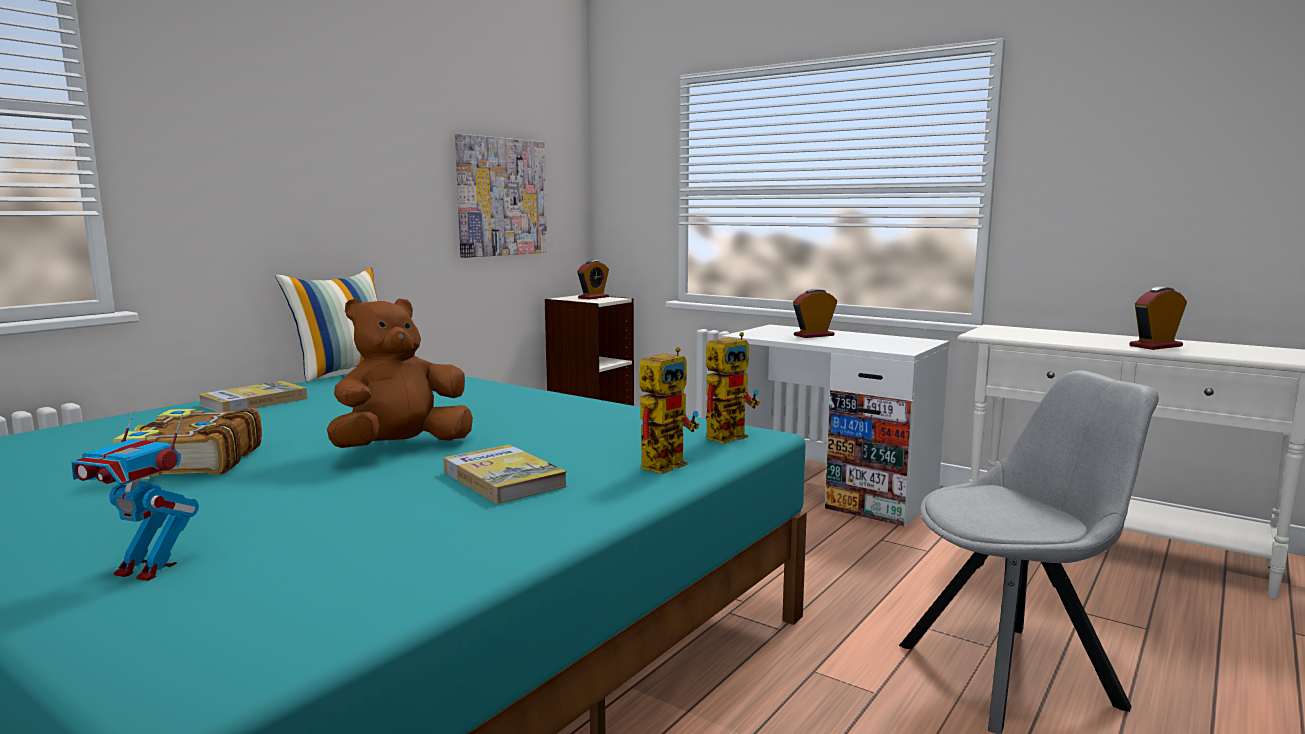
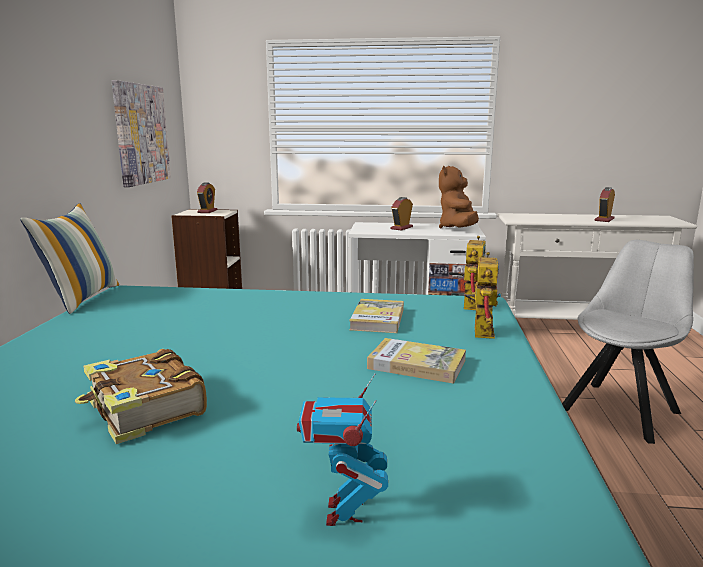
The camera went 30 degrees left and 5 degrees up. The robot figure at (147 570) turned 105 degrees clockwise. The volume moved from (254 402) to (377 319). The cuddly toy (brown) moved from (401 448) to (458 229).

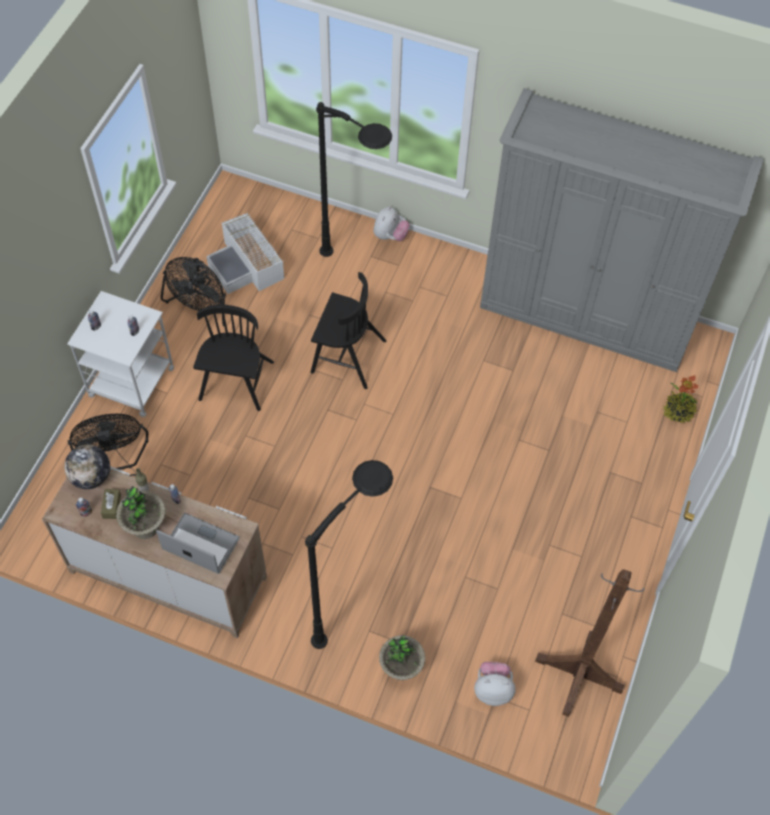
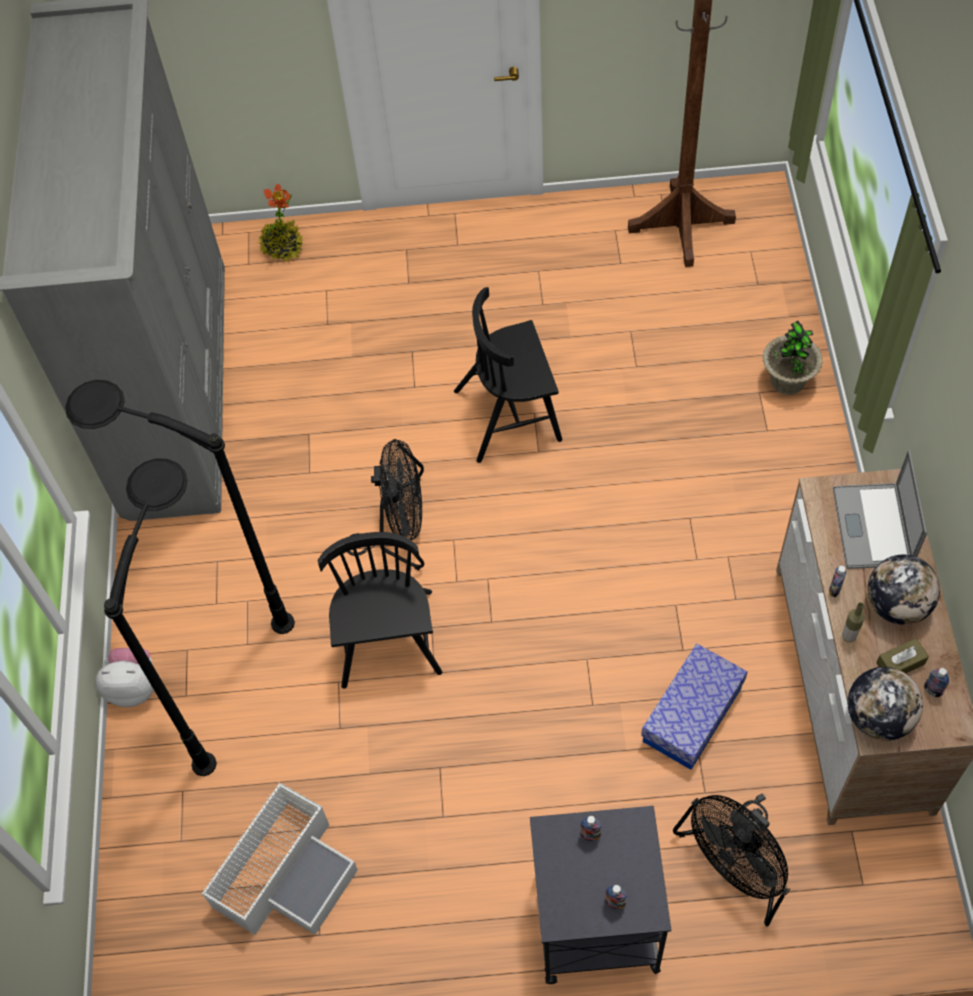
The camera went 110 degrees left and 0 degrees up. The trolley (whitish) at (132 381) became the trolley (blackish) at (594 922). The potted plant at (145 526) was replaced by the desk globe at (897 605). The cooling fan (blackish) moved from (199 303) to (396 527). The plain chair (blackish) moved from (235 384) to (514 413). The floor lamp (blackish) moved from (356 605) to (215 605). The cuddly toy at (493 689) disappeared. The storage box at (692 715) appeared.

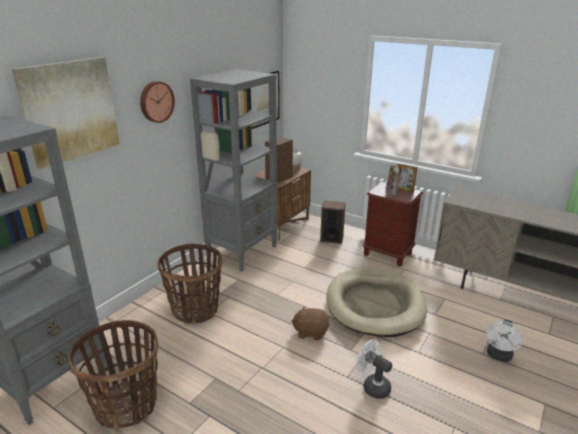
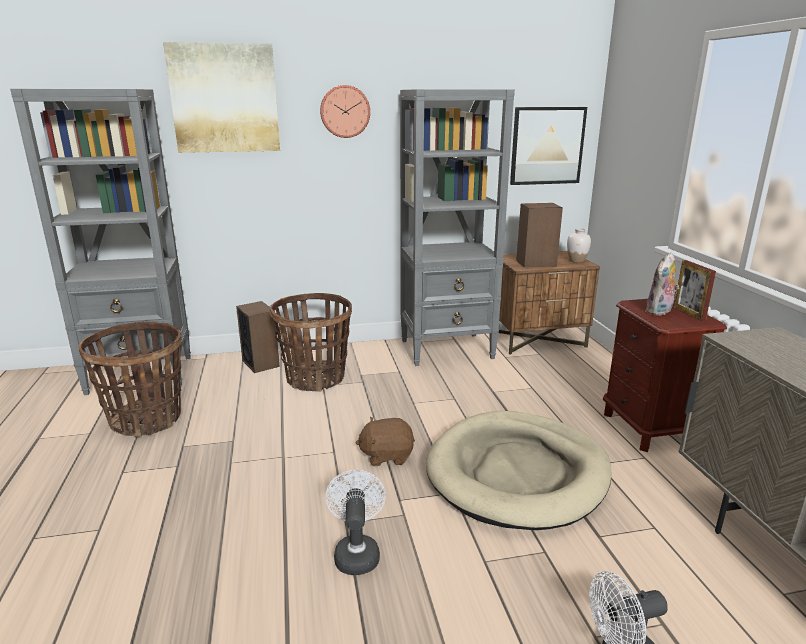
The camera went 45 degrees right and 5 degrees down. The cuddly toy (brown) at (310 332) turned 60 degrees counterclockwise. The loudspeaker moved from (331 238) to (261 363).

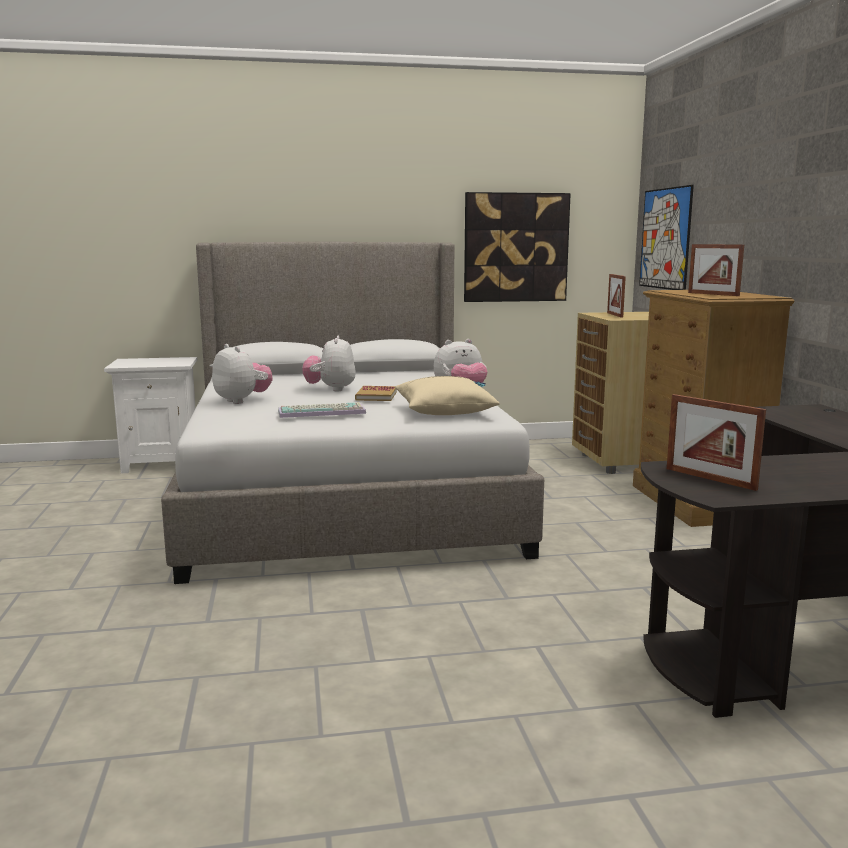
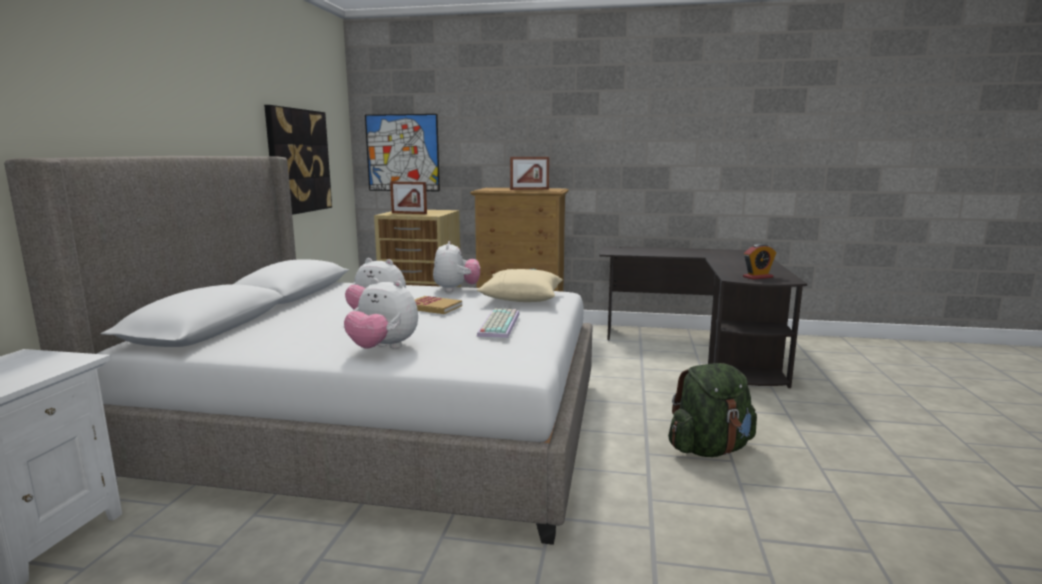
The camera went 70 degrees left and 0 degrees up. The cuddly toy at (242 401) turned 135 degrees counterclockwise. The photo frame at (710 479) was replaced by the bedside clock at (757 277). The backpack (green-coloured) at (710 449) appeared.

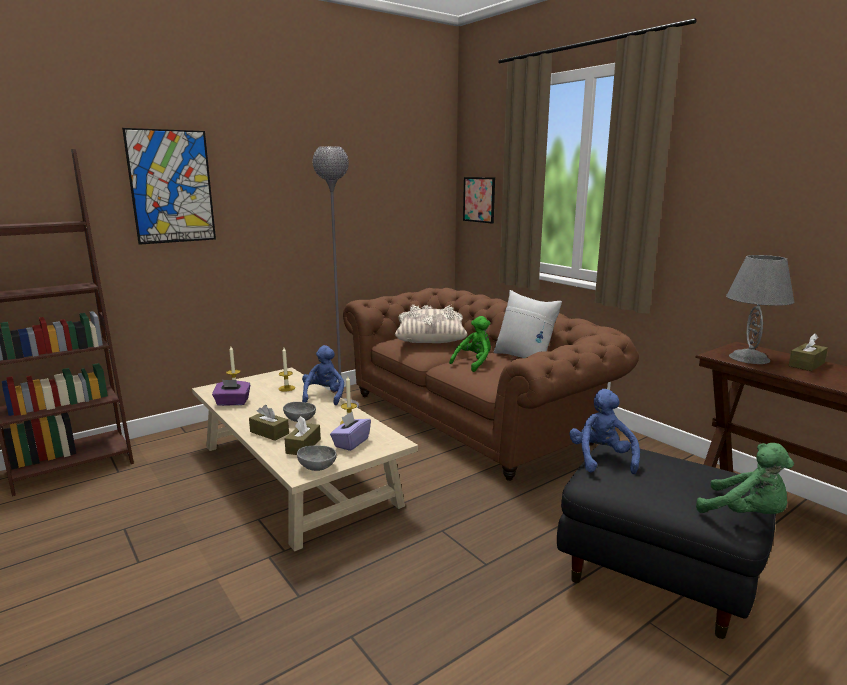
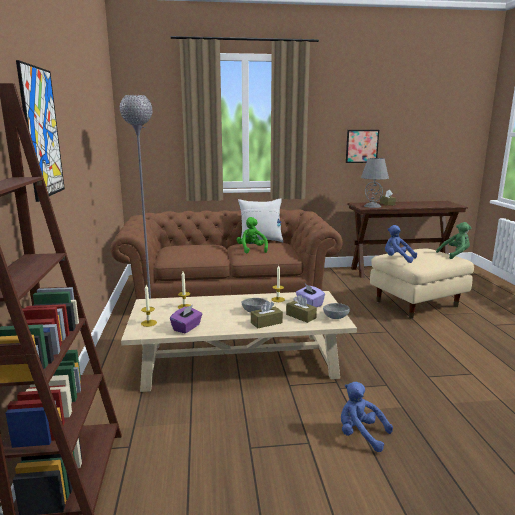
The camera went 60 degrees left and 0 degrees up. The cuddly toy (blue-coloured) moved from (324 396) to (360 434). The cushion (beige-coloured) at (430 340) disappeared. The picture moved from (479 199) to (362 146). The ottoman (blackish) at (658 578) became the ottoman (beige-coloured) at (417 304).

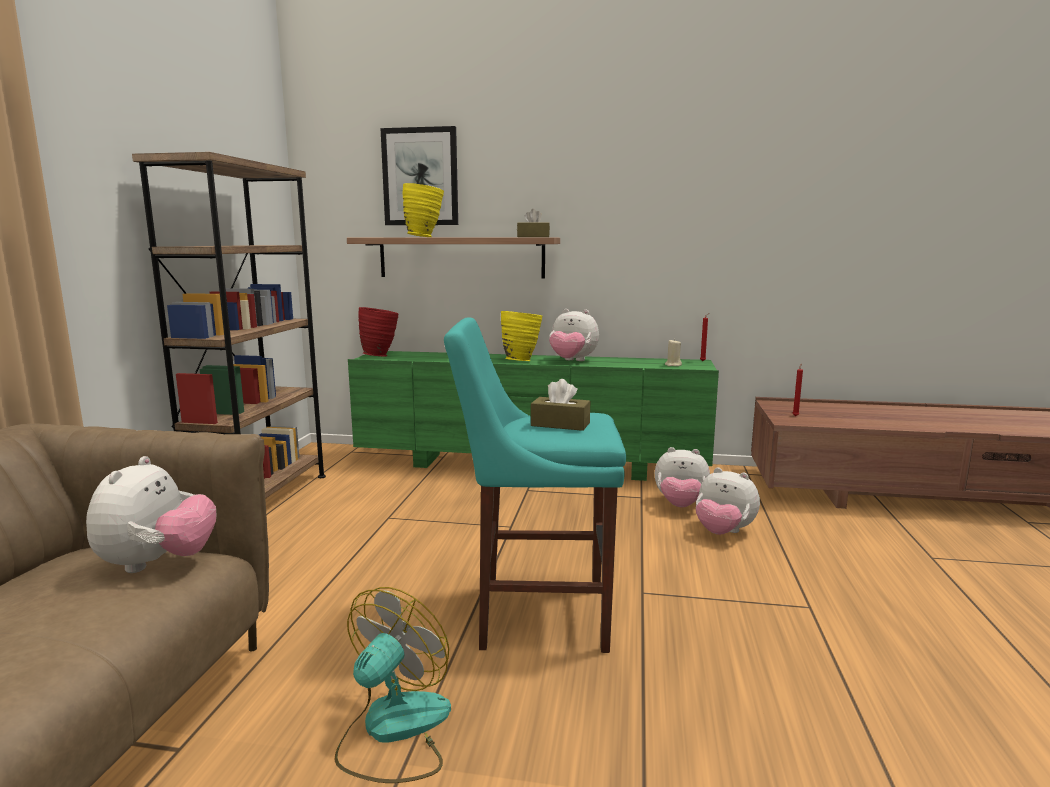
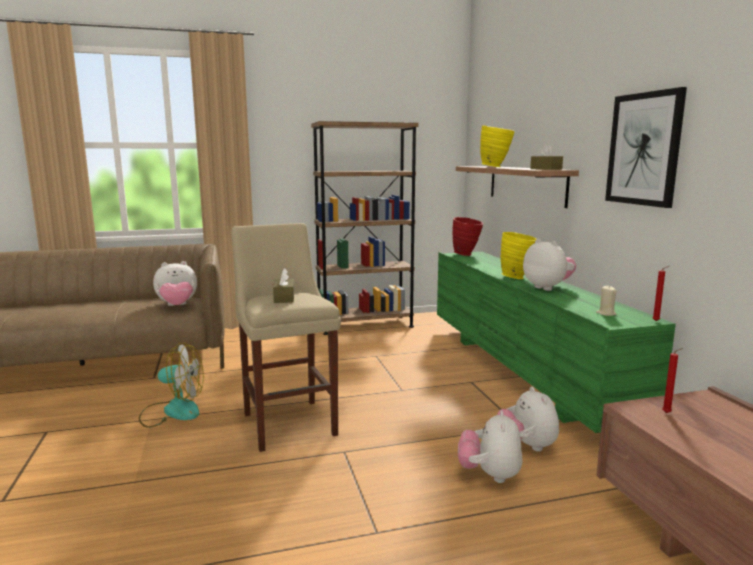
The camera went 65 degrees right and 0 degrees up. The picture moved from (420 177) to (644 149). The stool seat (blue-green) at (535 616) became the stool seat (beige-coloured) at (288 421). The cuddly toy at (572 361) turned 150 degrees clockwise.

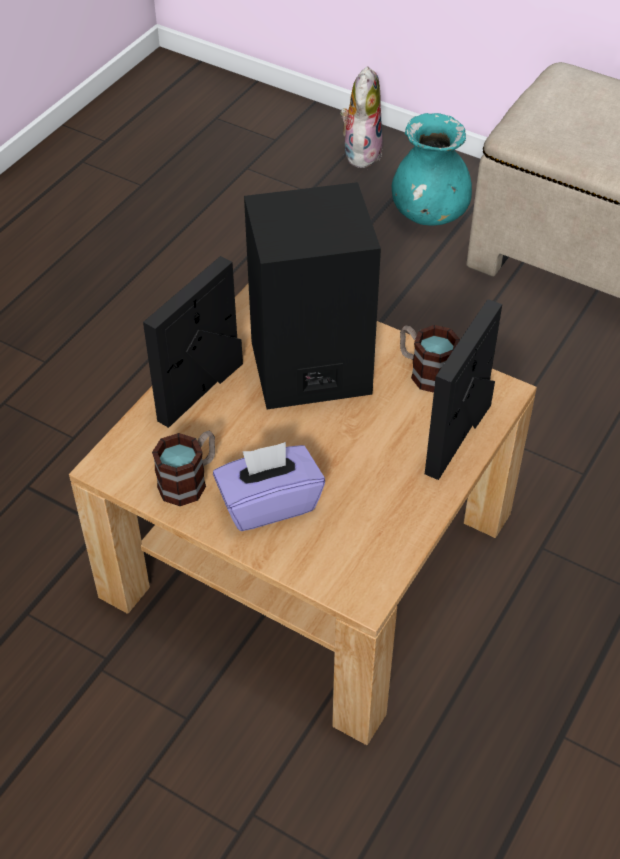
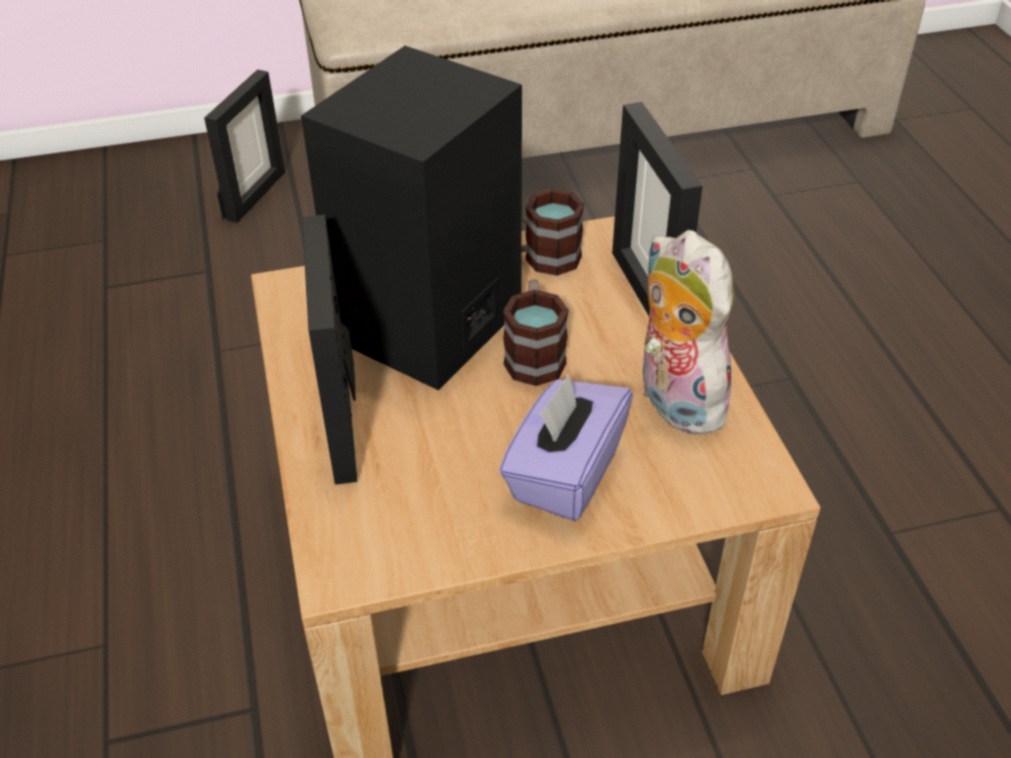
The camera went 45 degrees left and 5 degrees down. The tea mug moved from (189 480) to (534 354). The cuddly toy moved from (360 152) to (673 401). The flower vase (blue-green) at (429 214) was replaced by the photo frame at (254 195).

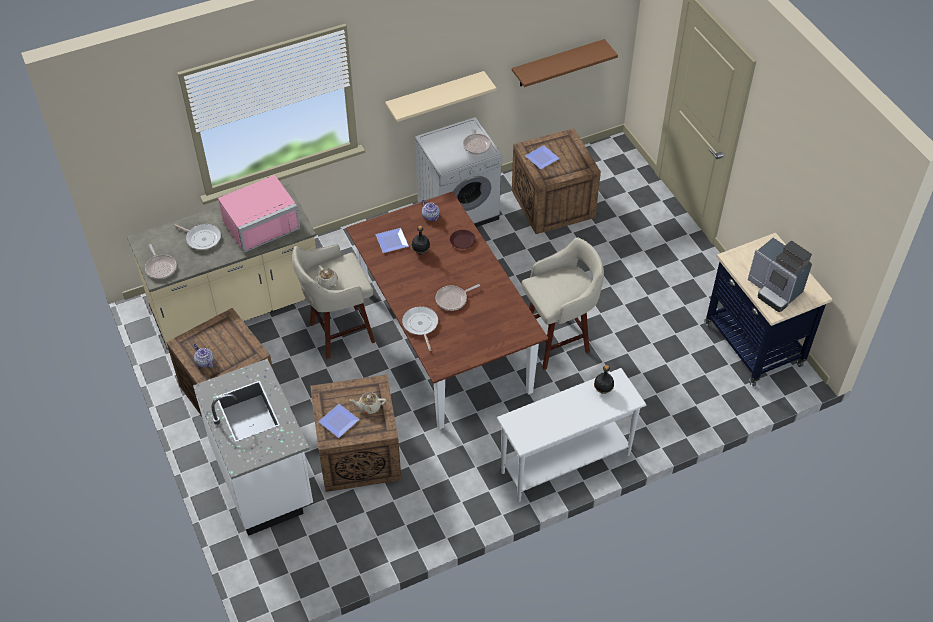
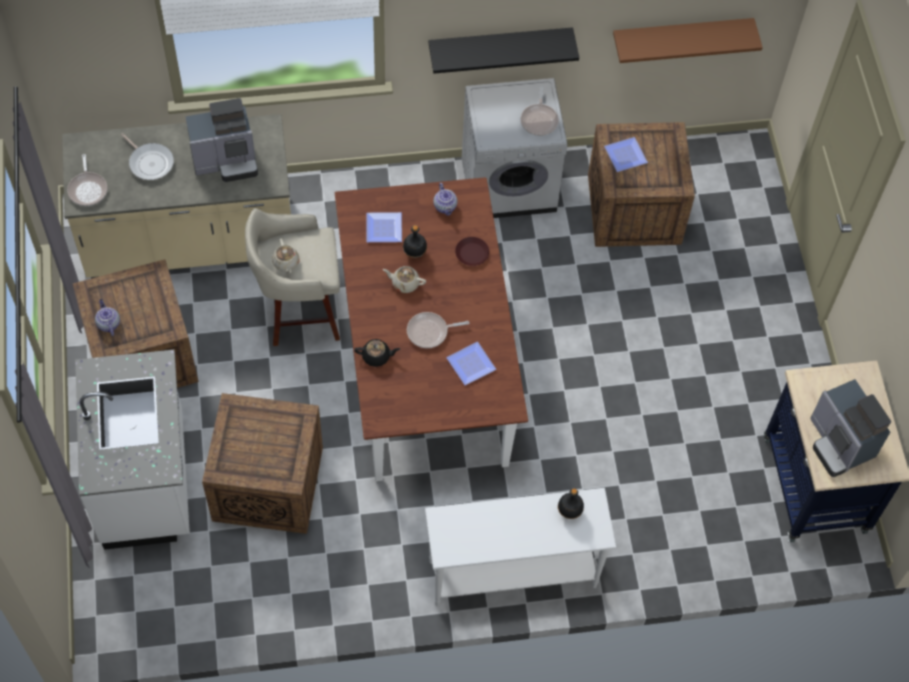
The camera went 15 degrees right and 10 degrees up. The kitchen microwave (pink-coloured) at (260 223) was replaced by the coffee maker at (226 160). The plate moved from (339 423) to (470 366). The pot for tea (beige-coloured) moved from (369 407) to (405 283). The wall shelf (beige-coloured) at (435 96) became the wall shelf (blackish) at (500 45). The skillet at (420 325) was replaced by the pot for tea (blackish) at (377 356). The stool seat (beige-coloured) at (558 342) disappeared.

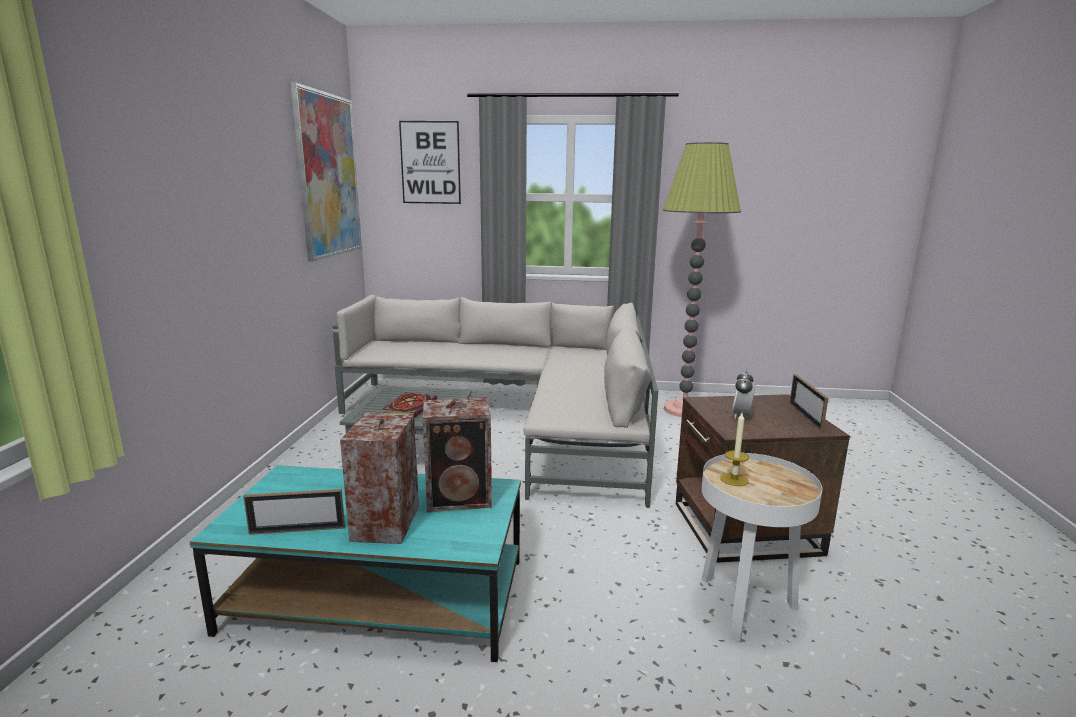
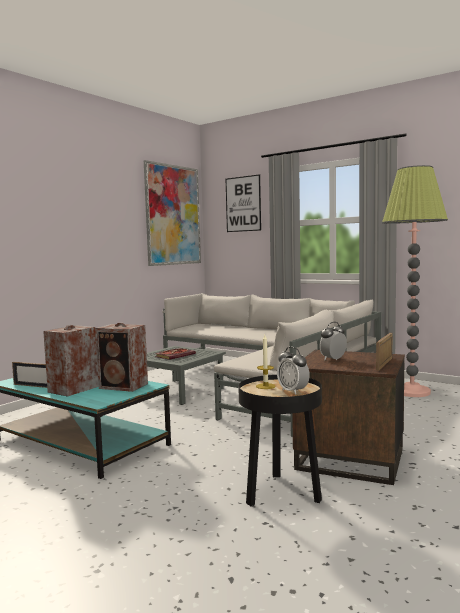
The camera went 30 degrees right and 10 degrees down. The side table (whitish) at (744 606) became the side table (blackish) at (281 493). The bedside clock at (293 391) appeared.

